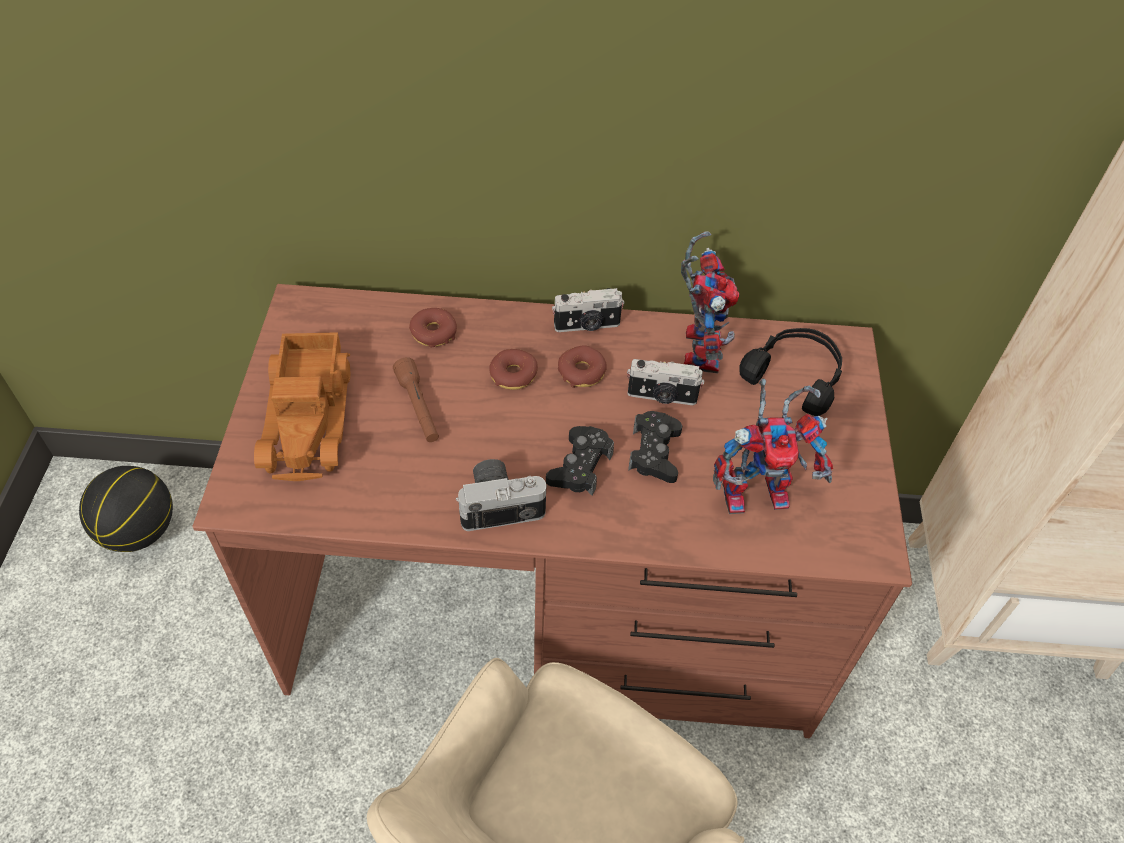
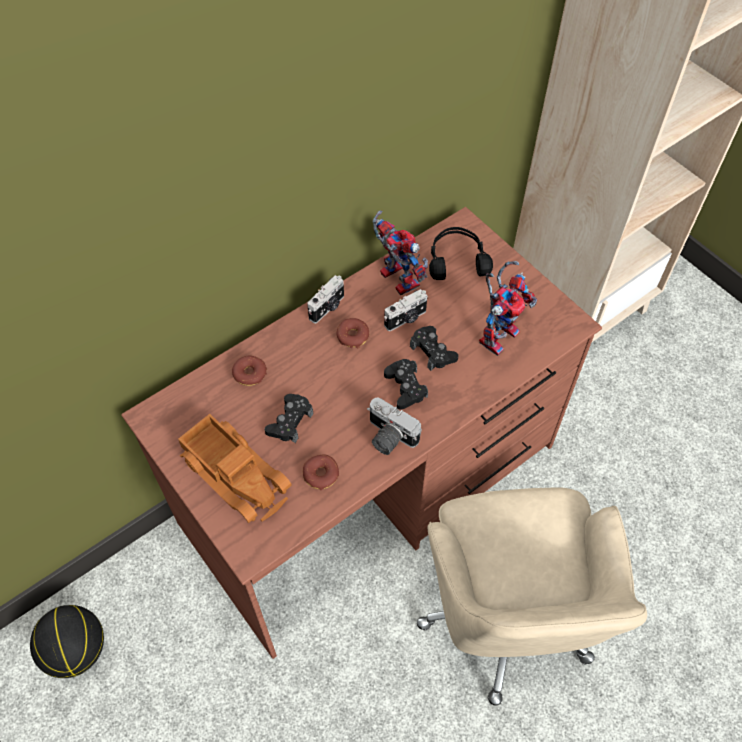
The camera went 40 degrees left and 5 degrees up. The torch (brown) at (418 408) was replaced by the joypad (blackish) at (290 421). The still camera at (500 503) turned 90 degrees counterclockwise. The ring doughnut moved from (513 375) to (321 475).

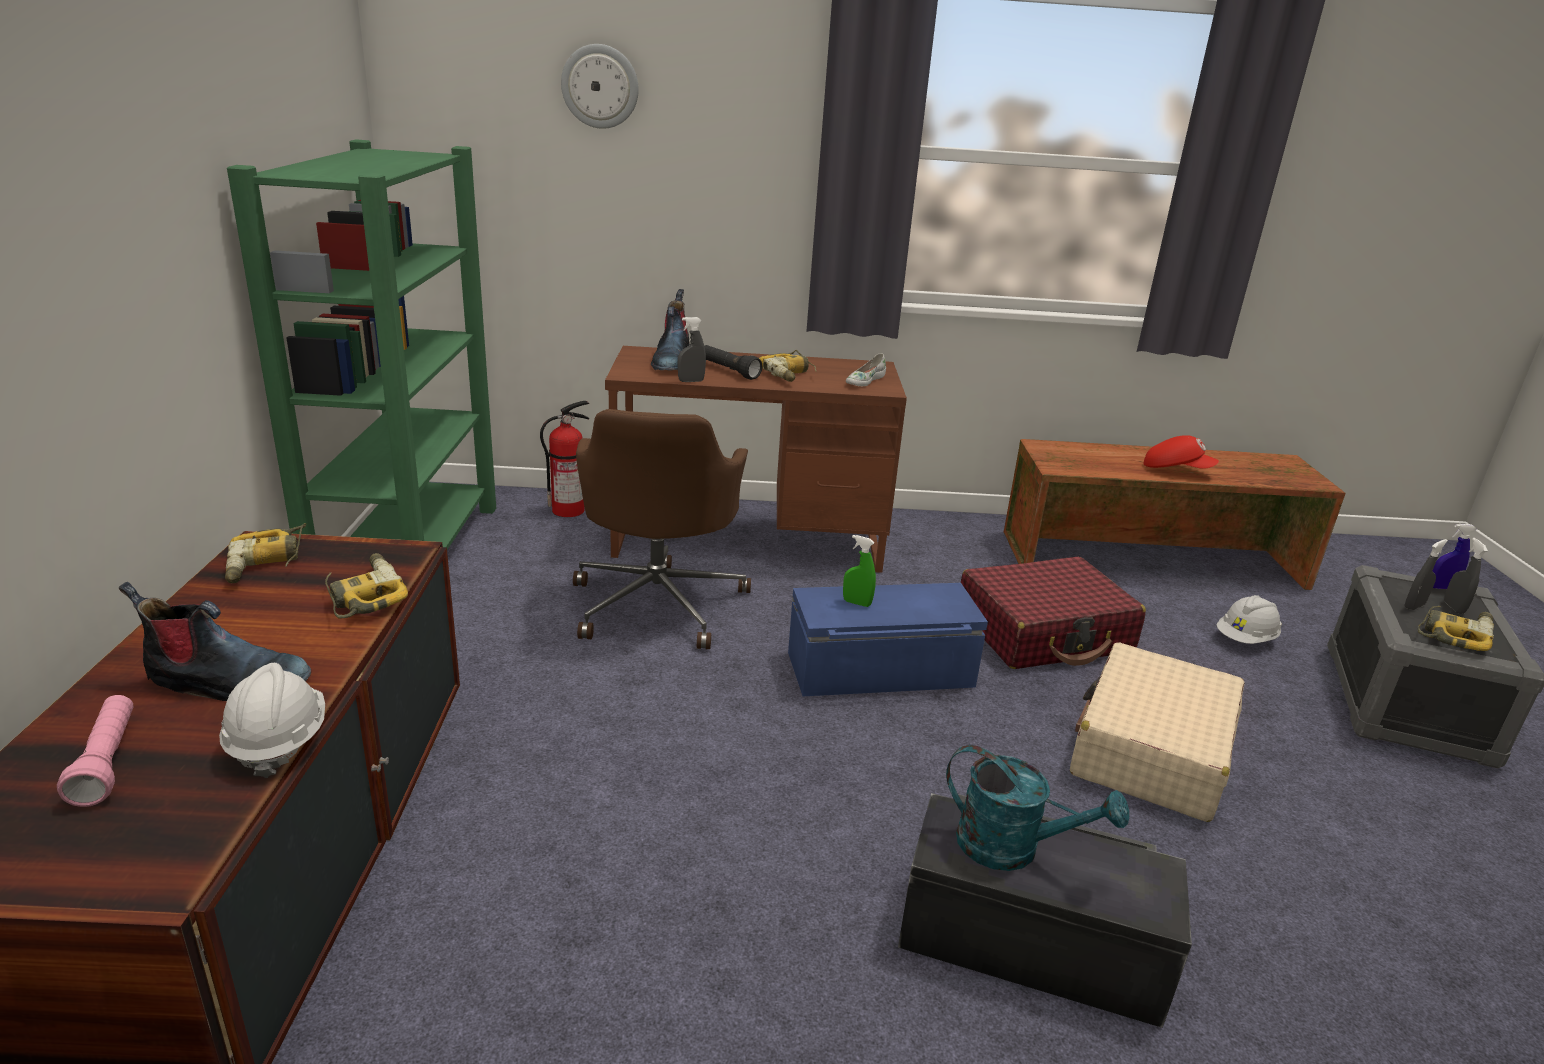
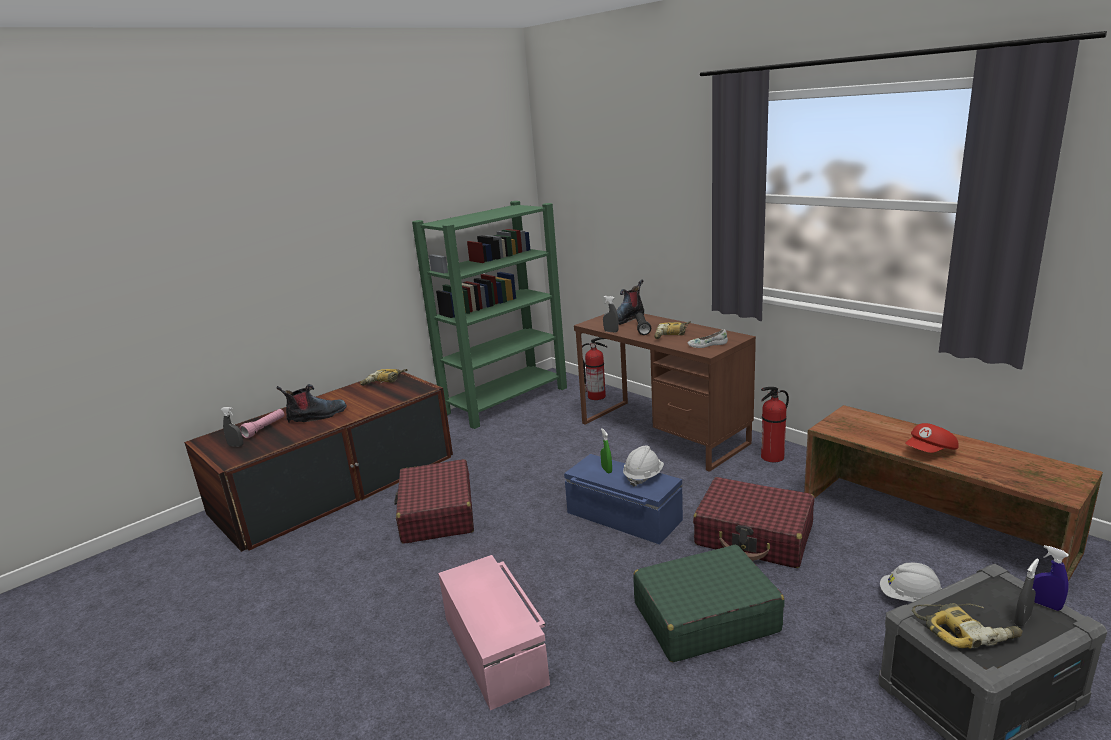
The camera went 50 degrees right and 5 degrees down. The high-top boot at (226 683) turned 75 degrees counterclockwise. The safety helmet (whitish) moved from (278 742) to (643 476). The electric drill at (363 596) disappeared. The clock on the wall at (600 86) disappeared. The office chair (brown) at (658 603) disappeared. The storage box (blackish) at (1030 940) became the storage box (pink-coloured) at (496 648). The sprinkling can (blue-green) at (1012 848) disappeared. The suitcase (beige-coloured) at (1151 751) became the suitcase (green-coloured) at (705 617). The baseball cap (red-coloured) at (1176 470) turned 75 degrees clockwise. The spray bottle (greyish) moved from (1414 606) to (236 445). The suitcase (red-coloured) at (437 514) appeared. The fire-fighting cylinder at (772 457) appeared.

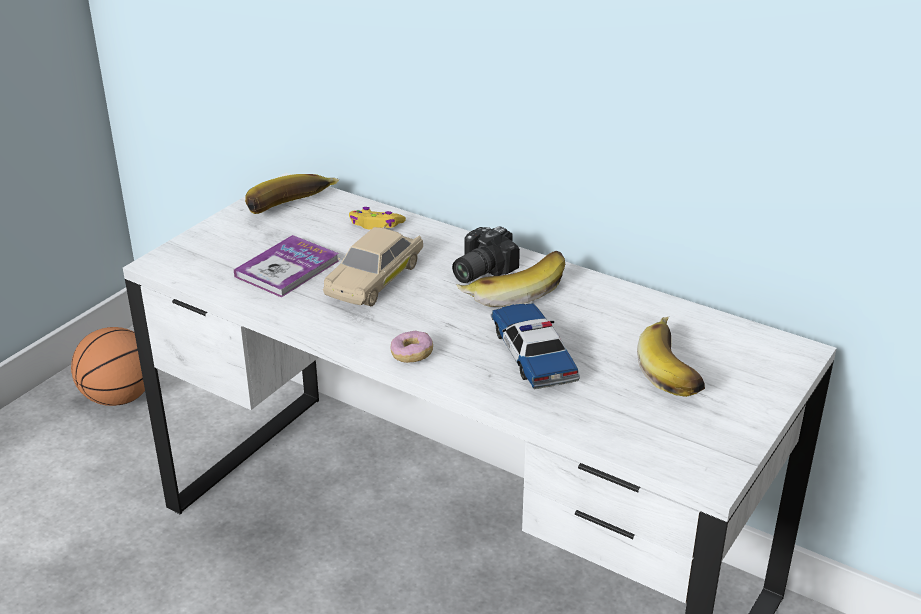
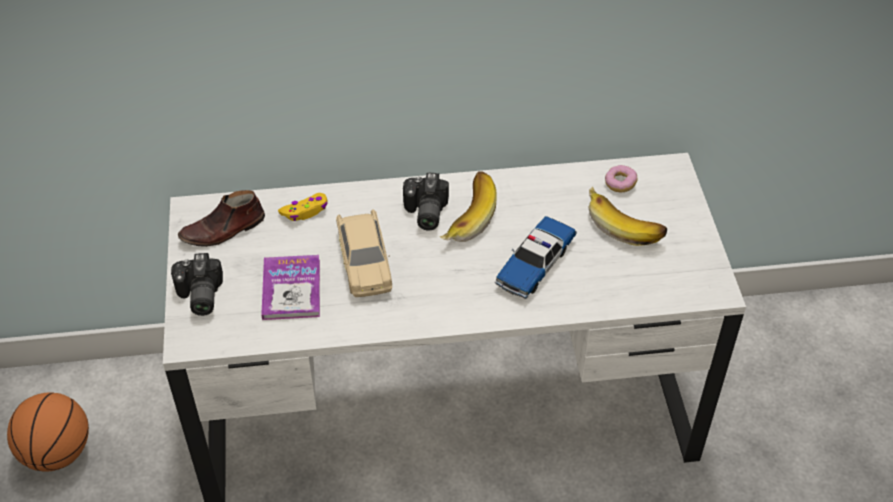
The camera went 40 degrees left and 15 degrees up. The banana fruit at (292 208) was replaced by the low shoe (brown) at (223 230). The ring doughnut moved from (412 355) to (620 184). The toy car at (532 356) turned 90 degrees counterclockwise. The still camera at (198 296) appeared.

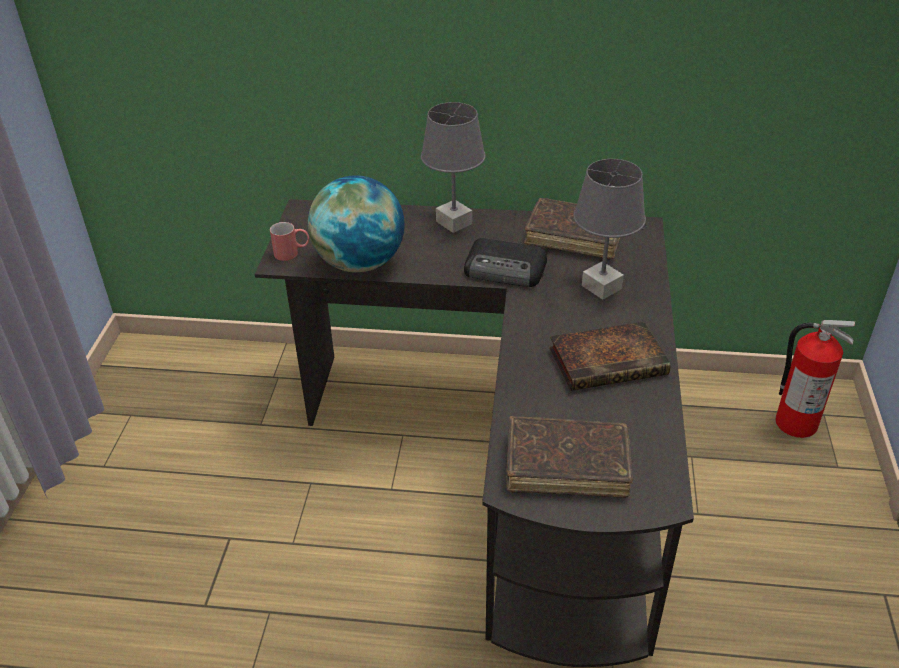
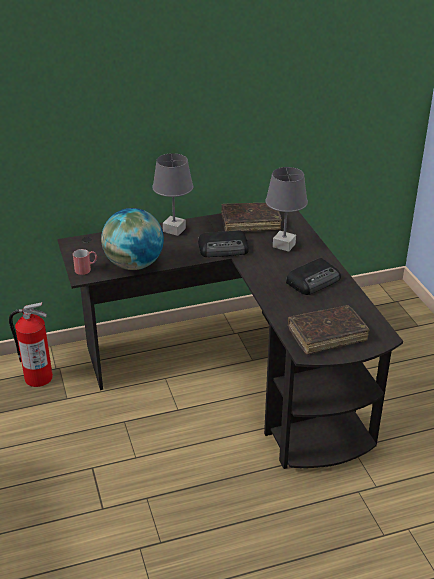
The camera went 25 degrees left and 5 degrees down. The volume at (610 360) was replaced by the radio receiver at (314 280). The fire-fighting cylinder moved from (795 422) to (38 377).

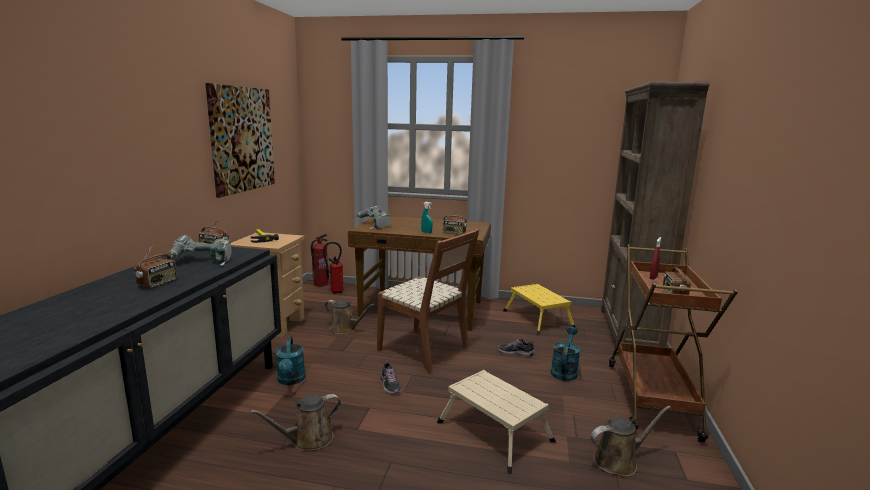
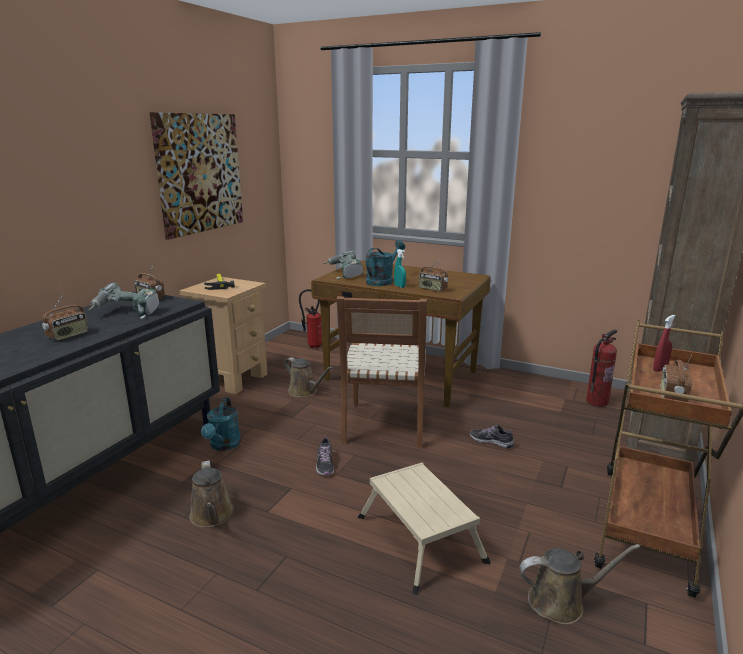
The camera went 15 degrees right and 5 degrees up. The sprinkling can (brown) at (308 440) turned 90 degrees counterclockwise. The fire-fighting cylinder moved from (320 284) to (596 402). The plain chair at (426 351) turned 45 degrees clockwise. The stepladder (yellow-coloured) at (538 319) disappeared. The sprinkling can (blue-green) moved from (564 370) to (382 281).

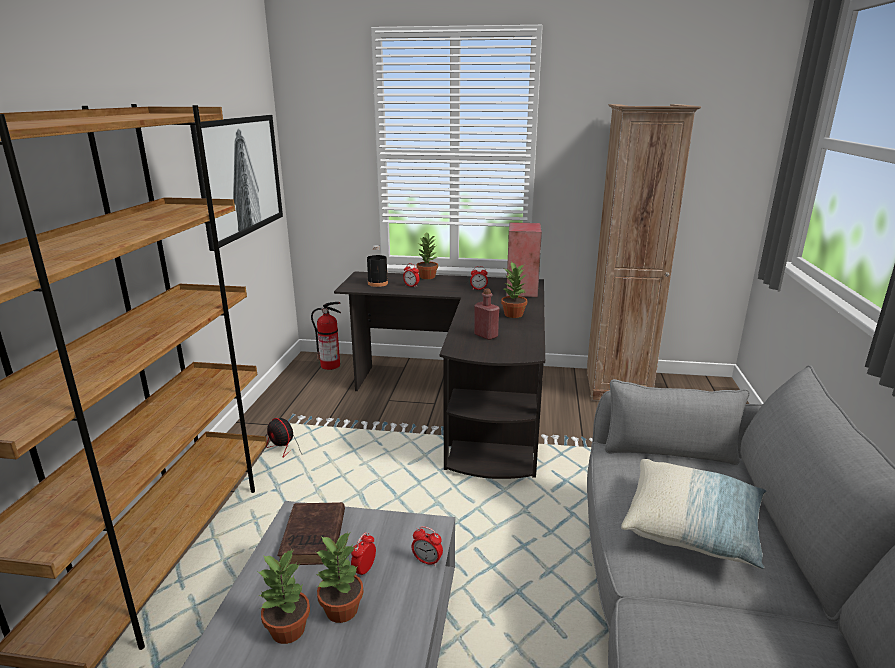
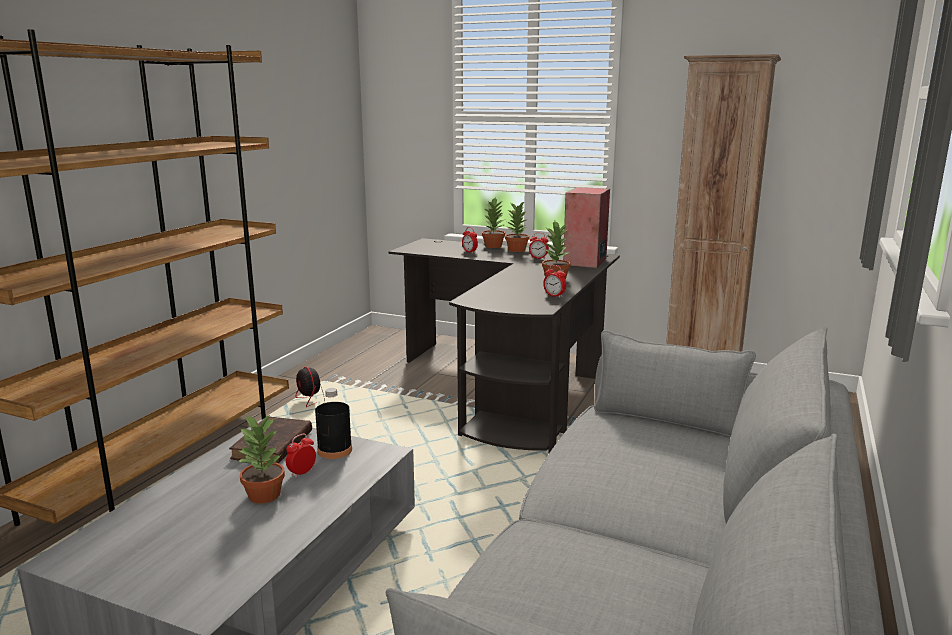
The camera went 15 degrees right and 5 degrees down. The picture at (241 176) disappeared. The potted plant moved from (289 630) to (517 250). The fire-fighting cylinder at (331 365) disappeared. The bottle (blackish) moved from (377 283) to (334 450). The bedside clock moved from (427 561) to (554 296). The bottle (red-coloured) at (486 335) disappeared. The cushion at (691 527) disappeared.

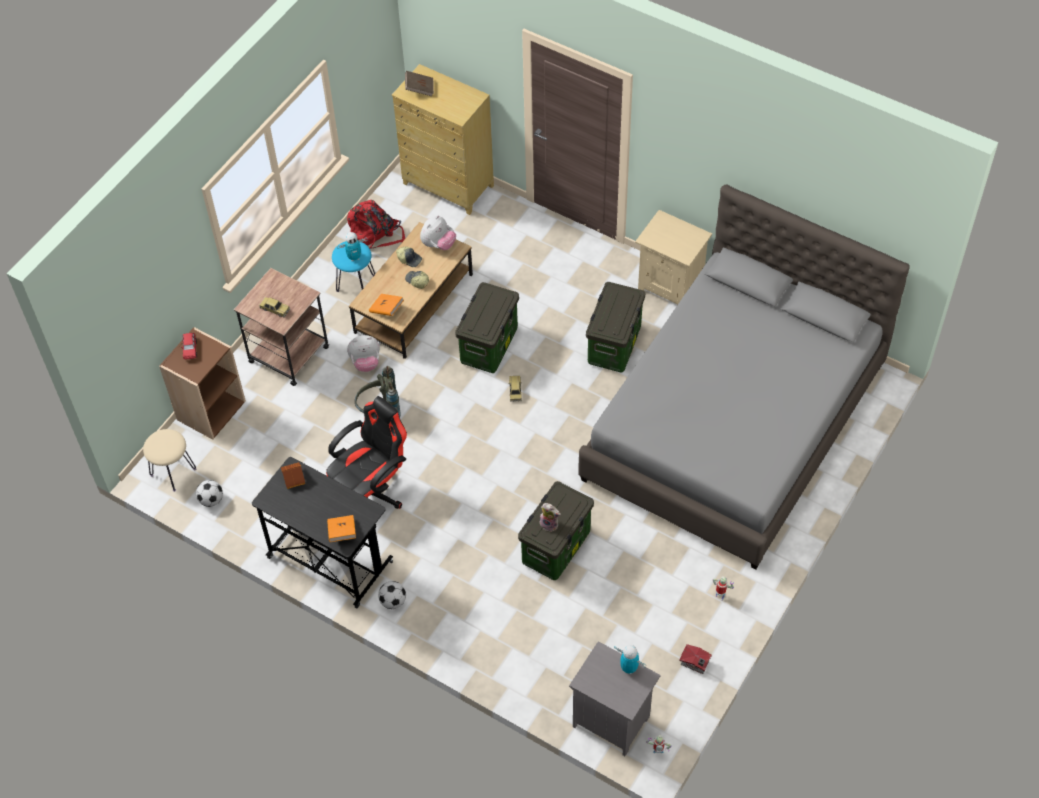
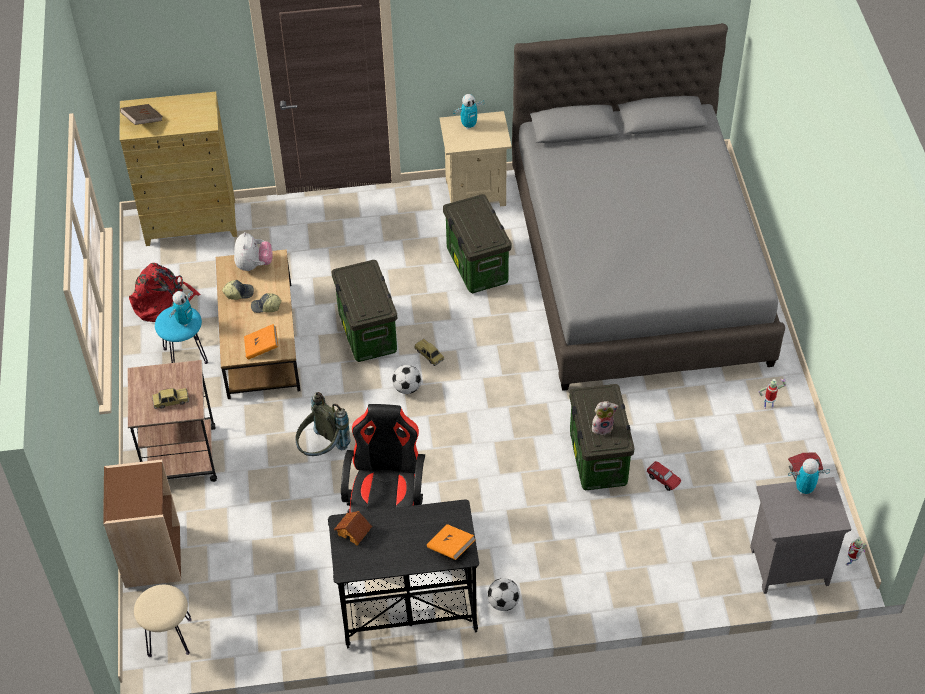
The camera went 40 degrees left and 5 degrees down. The toy car (red-coloured) moved from (190 349) to (663 479). The football ball moved from (211 500) to (407 388). The cuddly toy at (365 362) disappeared. The robot figure at (469 125) appeared.

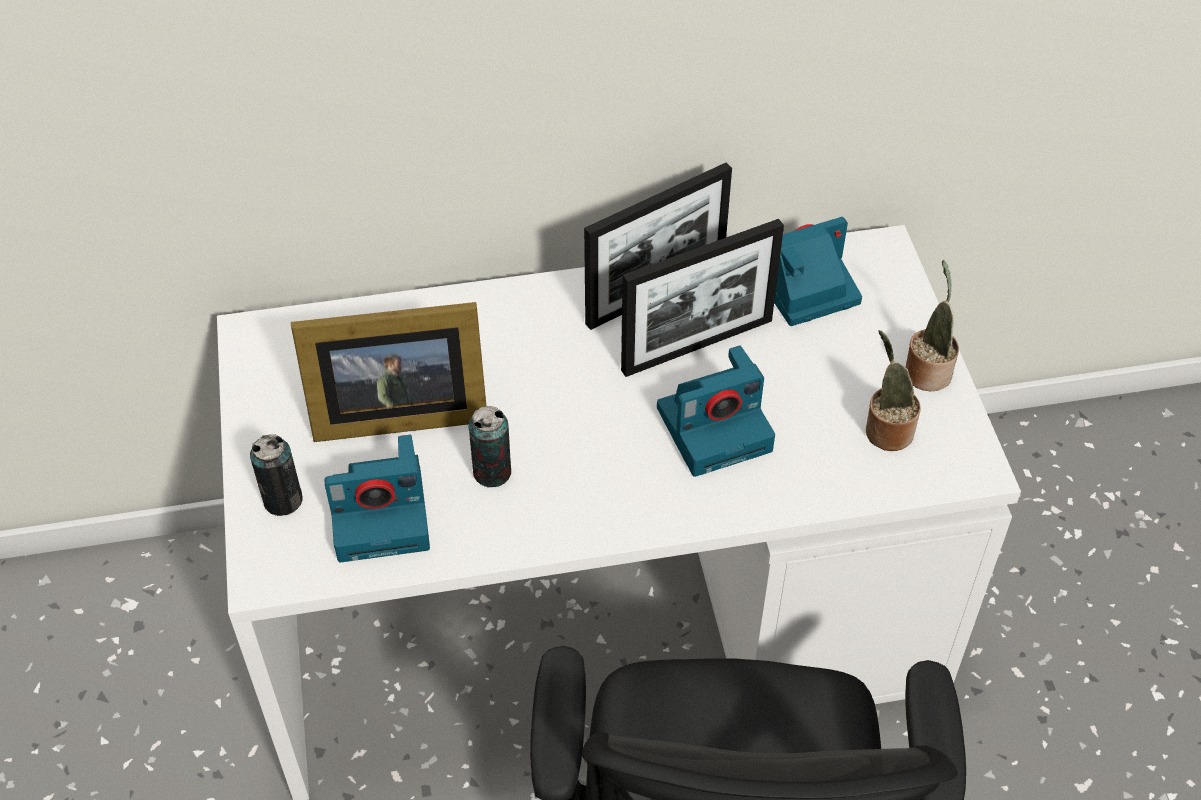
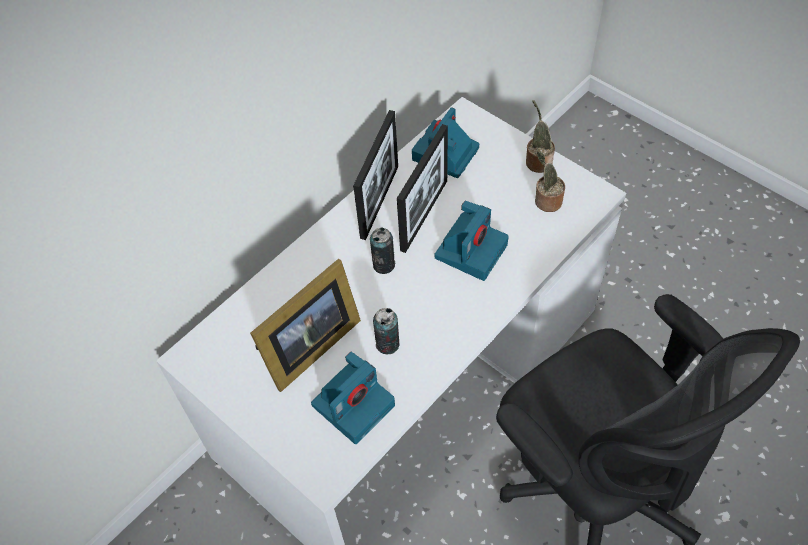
The camera went 35 degrees left and 5 degrees up. The sealed can moved from (283 500) to (383 265).

